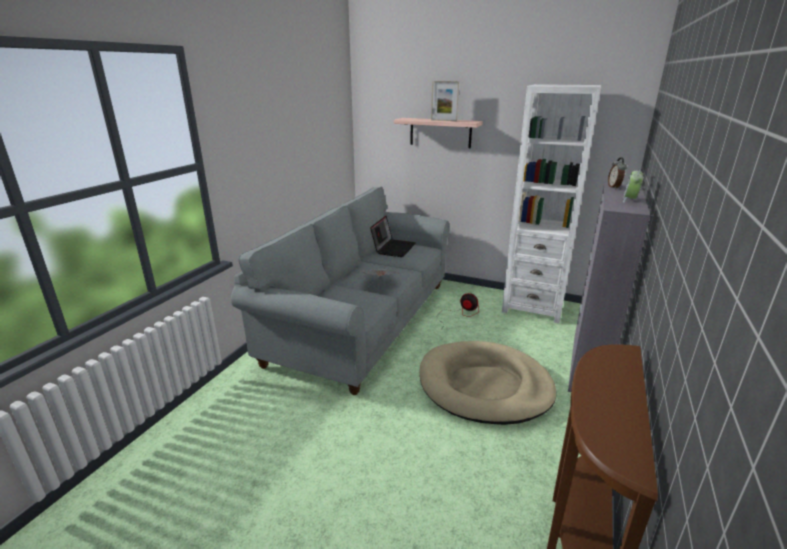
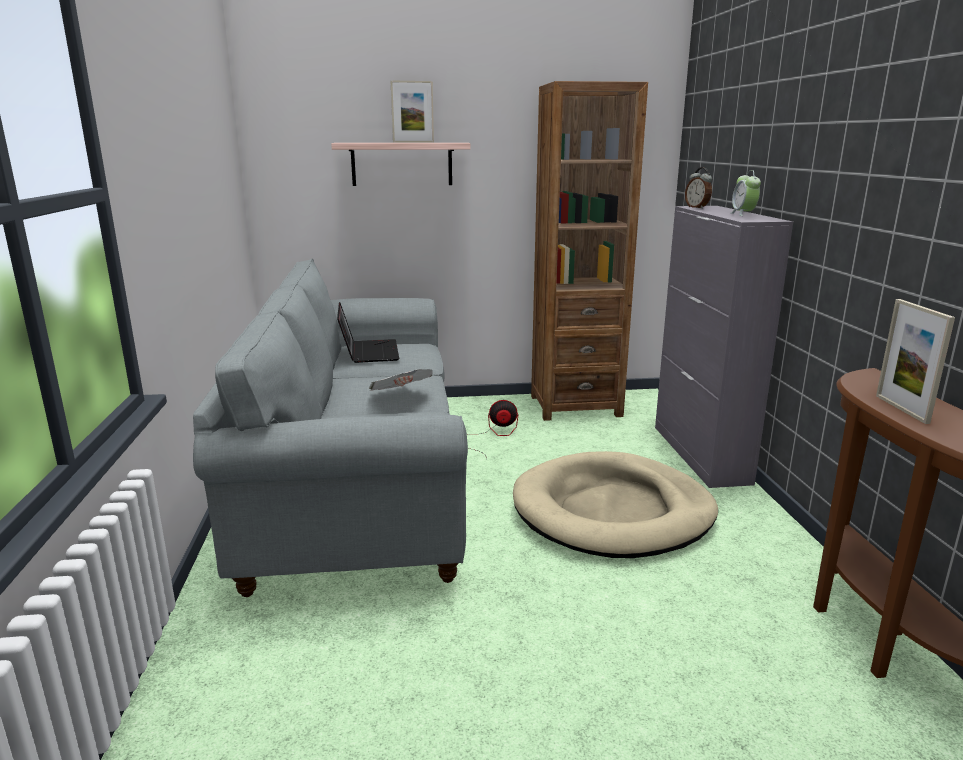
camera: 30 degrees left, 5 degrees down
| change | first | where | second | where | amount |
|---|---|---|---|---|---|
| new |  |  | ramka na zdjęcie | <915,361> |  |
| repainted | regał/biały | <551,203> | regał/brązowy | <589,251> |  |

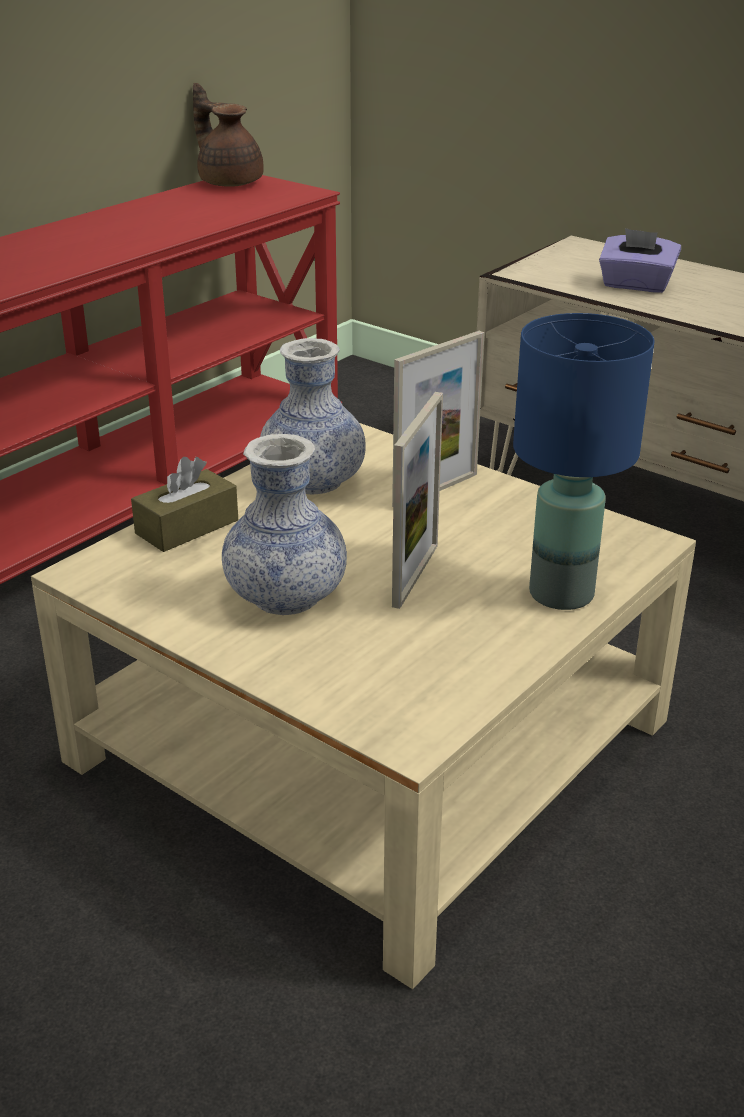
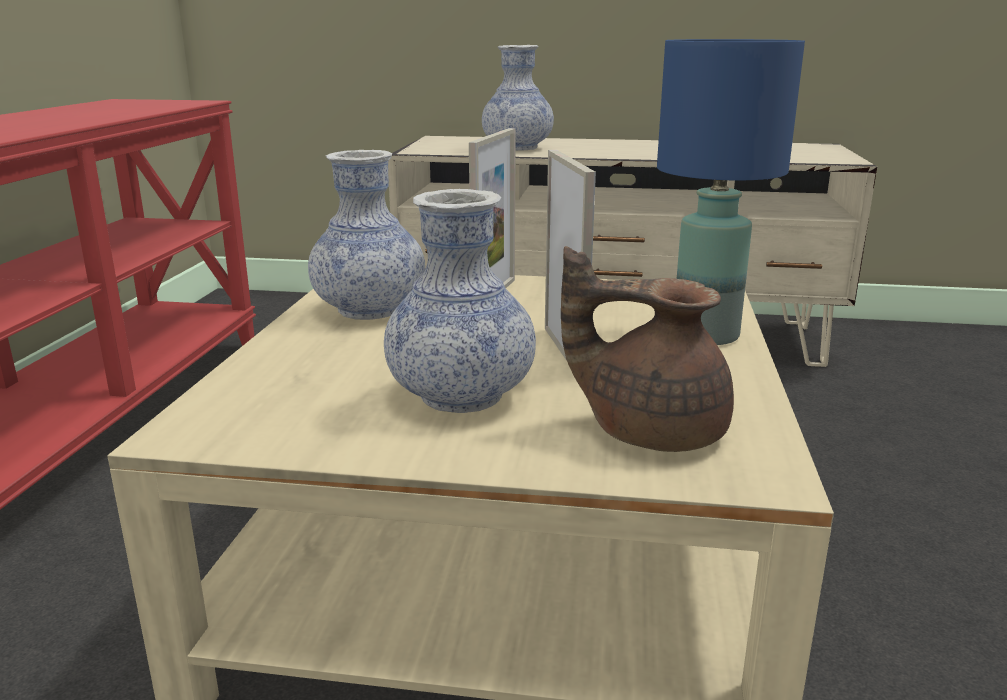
camera: 30 degrees left, 10 degrees down
| change | first | where | second | where | amount |
|---|---|---|---|---|---|
| gone | pudełko chusteczek/brązowy | <184,504> |  |  |  |
| shifted | imbryk/brązowy | <228,135> |  | <647,349> |  |
| swapped | pudełko chusteczek/fioletowy | <640,260> | wazon | <518,98> |  |

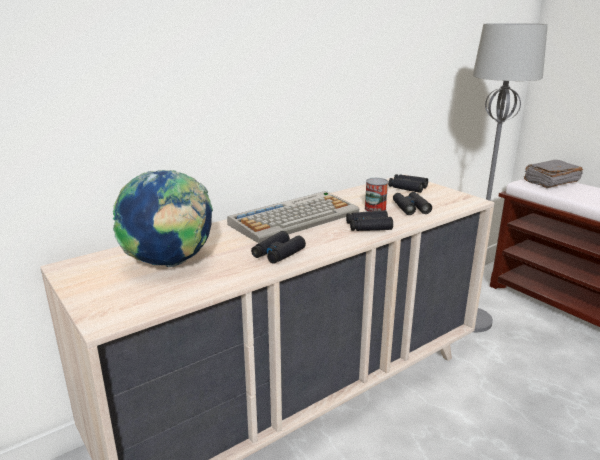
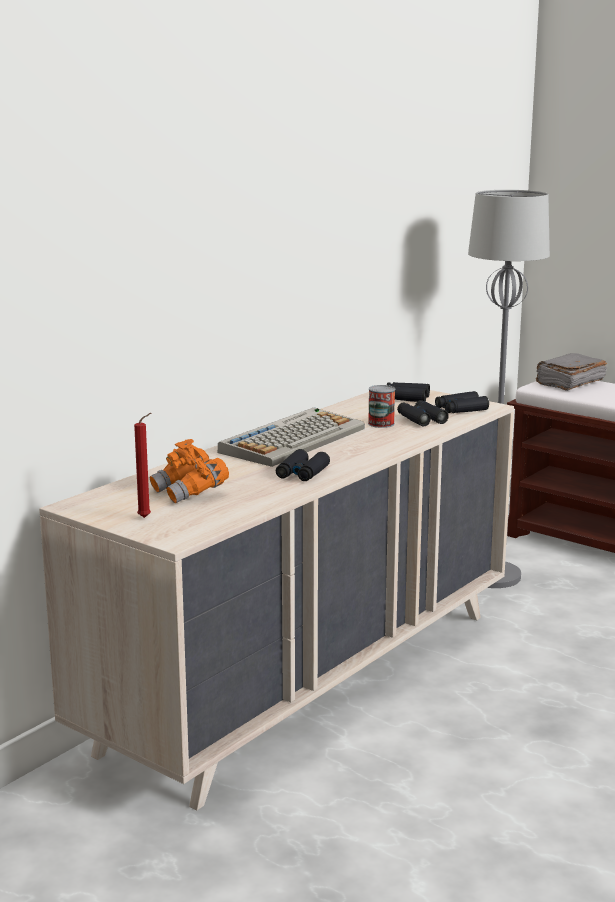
camera: 15 degrees left, 5 degrees down
| change | first | where | second | where | amount |
|---|---|---|---|---|---|
| new |  |  | świeca/czerwony | <142,465> |  |
| shifted | lornetka/czarny | <369,220> |  | <462,402> |  |
| swapped | globus | <163,218> | lornetka/pomarańczowy | <189,471> |  |

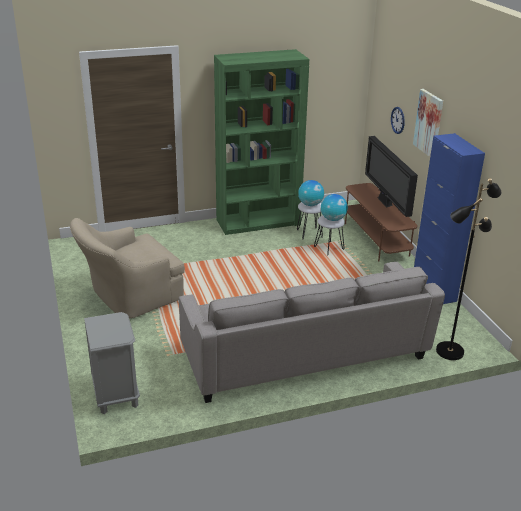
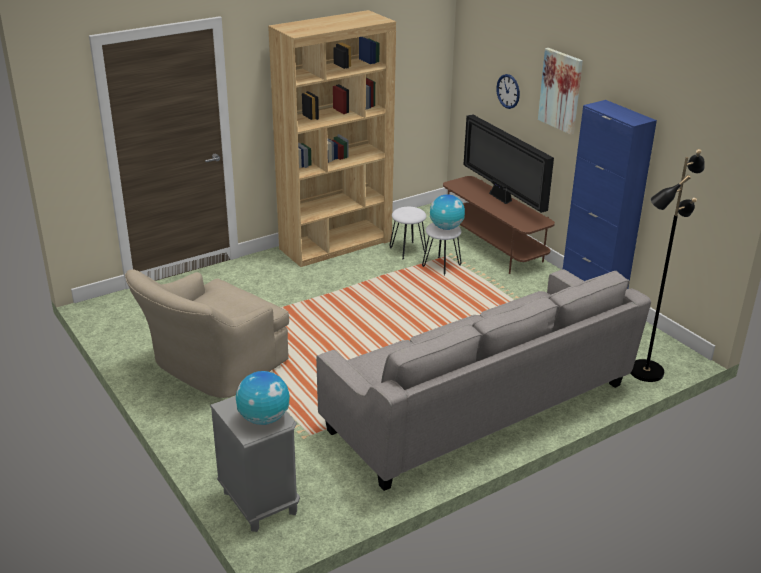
camera: 15 degrees left, 0 degrees up
| change | first | where | second | where | amount |
|---|---|---|---|---|---|
| shifted | globus | <311,193> |  | <263,398> |  |
| repainted | regał/zielony | <261,142> | regał/brązowy | <332,138> |  |

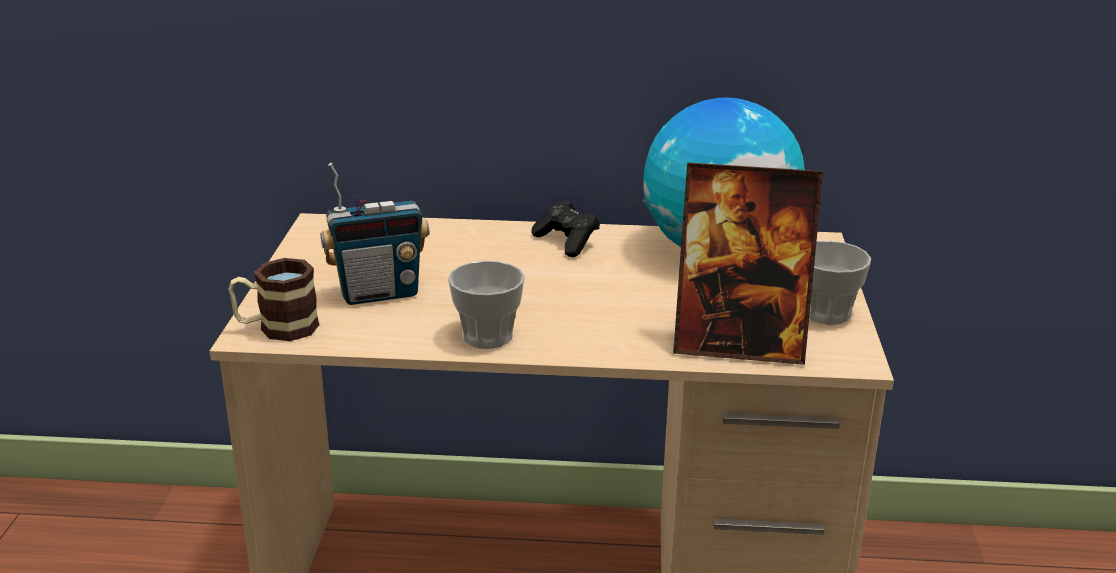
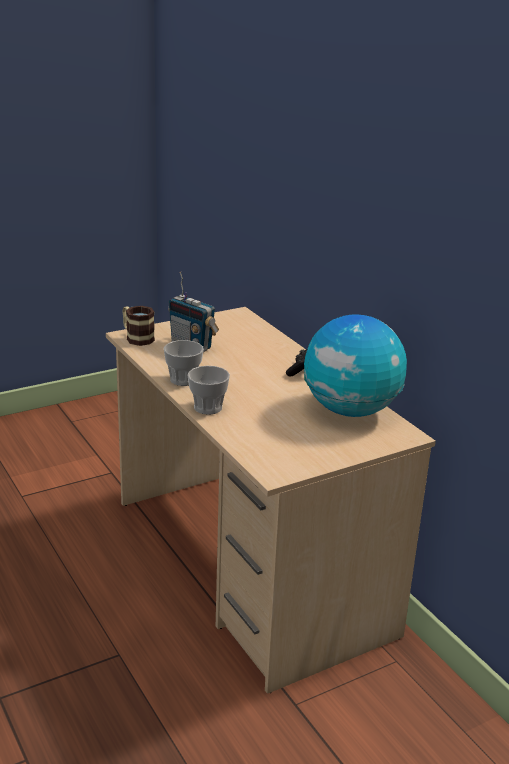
camera: 55 degrees right, 0 degrees up
| change | first | where | second | where | amount |
|---|---|---|---|---|---|
| gone | ramka na zdjęcie | <748,263> |  |  |  |
| shifted | filiżanka | <840,282> |  | <208,390> |  |

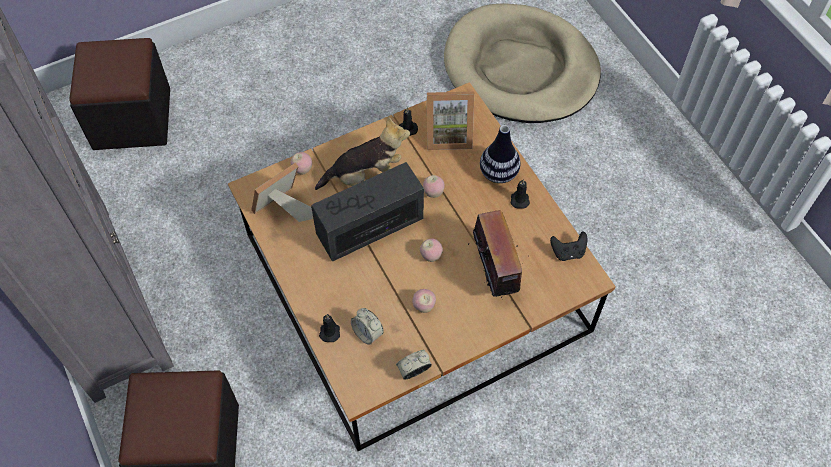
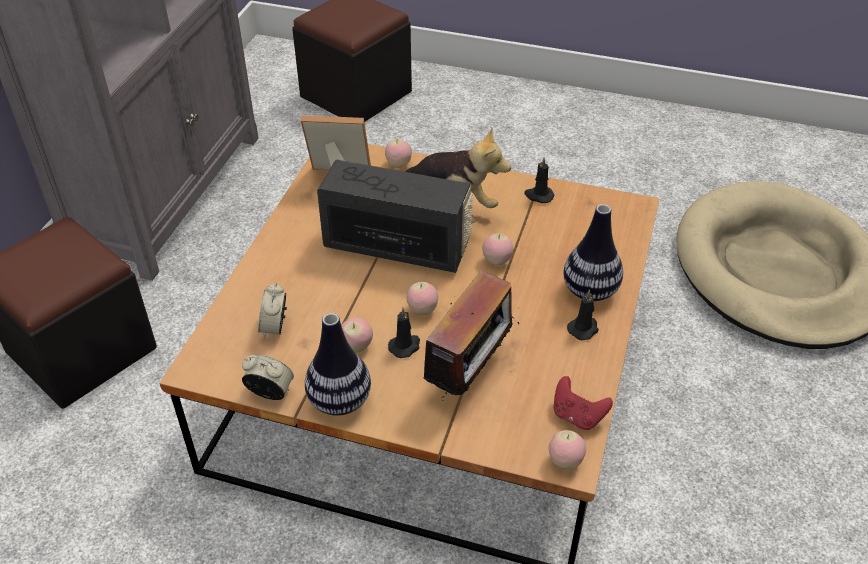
camera: 45 degrees right, 15 degrees down
| change | first | where | second | where | amount |
|---|---|---|---|---|---|
| gone | ramka na zdjęcie | <450,120> |  |  |  |
| new |  |  | wazon | <338,364> |  |
| new |  |  | jabłko | <567,449> |  |
| shifted | świeca/czarny | <329,328> |  | <404,332> |  |
| repainted | pad do gier/czarny | <568,246> | pad do gier/czerwony | <583,403> |  |

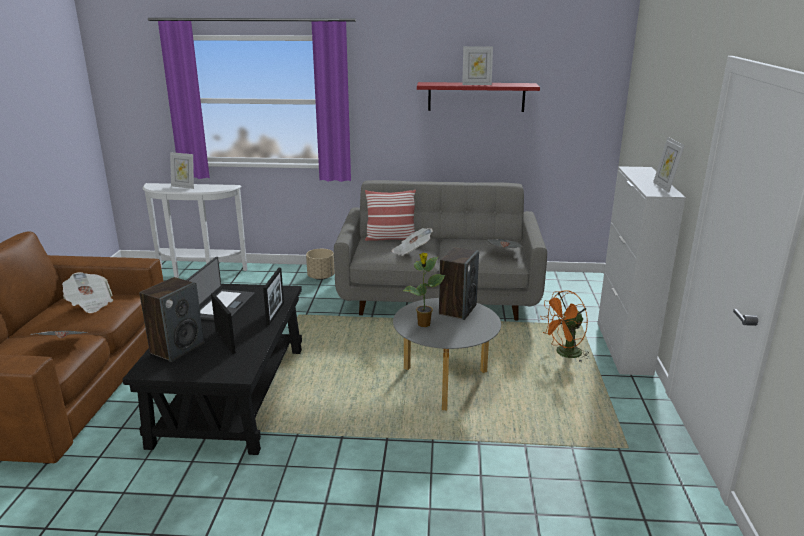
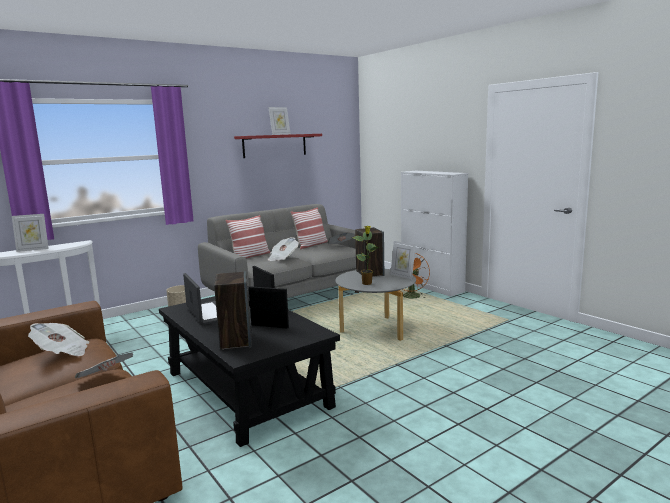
camera: 40 degrees left, 10 degrees down
| change | first | where | second | where | amount |
|---|---|---|---|---|---|
| new |  |  | poduszka | <309,228> |  |
| shifted | ramka na zdjęcie | <669,165> |  | <403,260> |  |

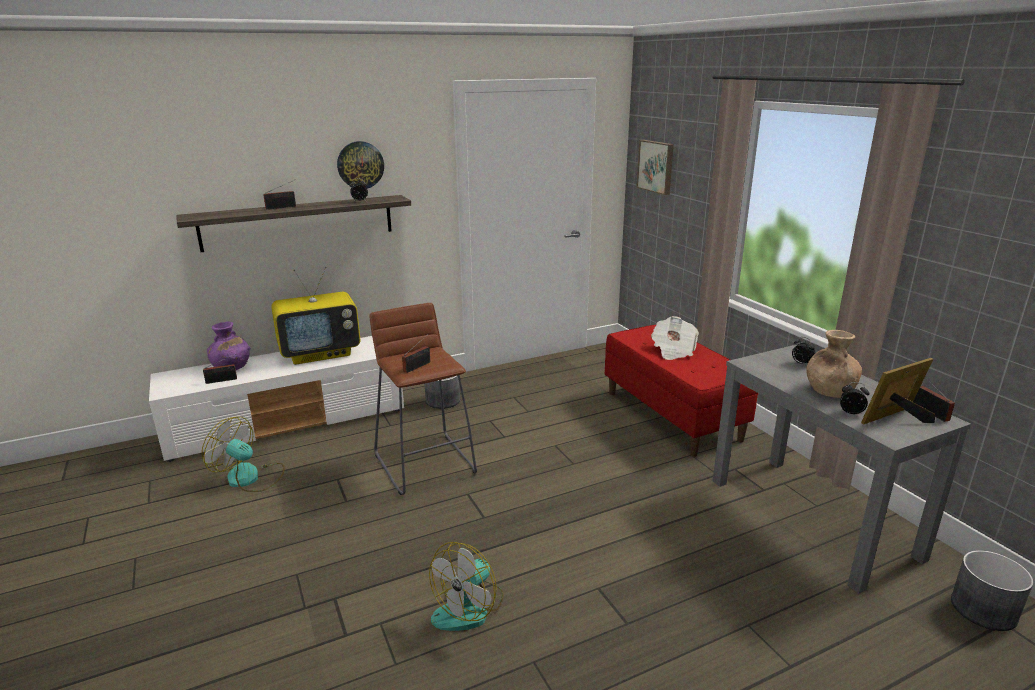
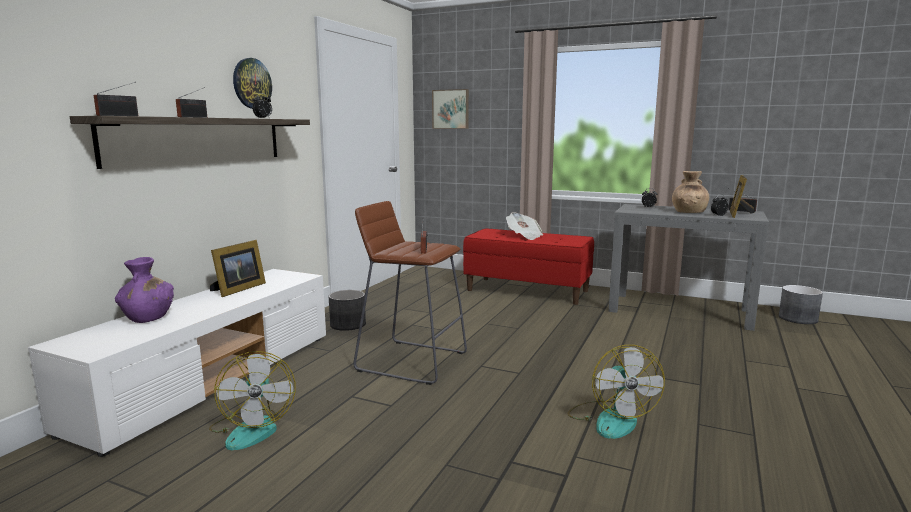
camera: 40 degrees left, 10 degrees down
| change | first | where | second | where | amount |
|---|---|---|---|---|---|
| shifted | radio | <220,369> |  | <116,99> |  |
| swapped | telewizor | <315,316> | ramka na zdjęcie | <238,268> |  |
| rotated | wentylator | <243,454> |  | <252,400> | 90 degrees counterclockwise |

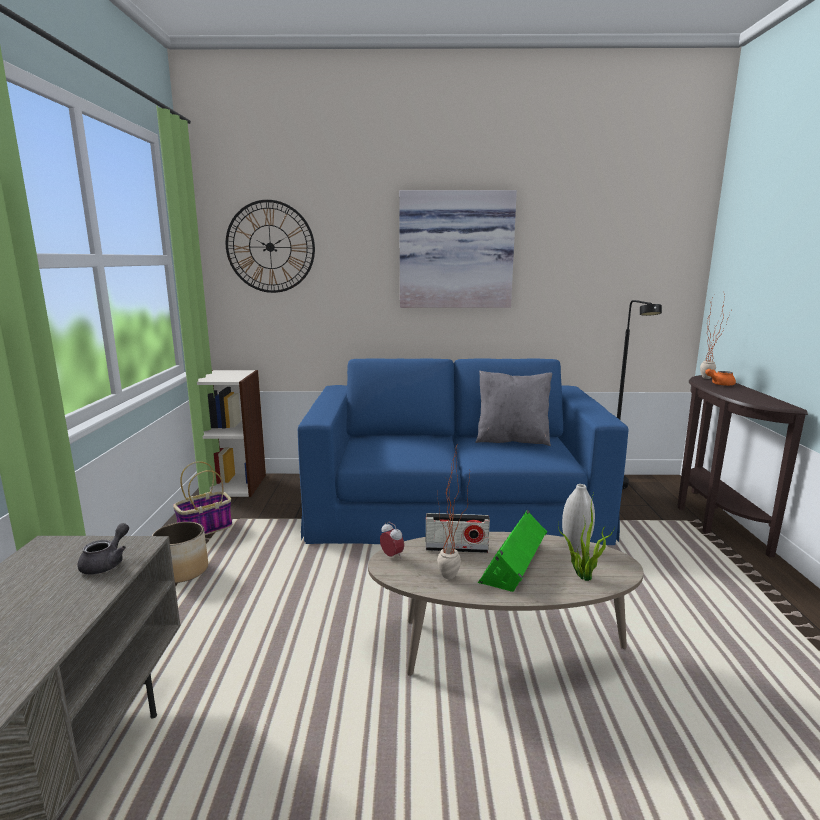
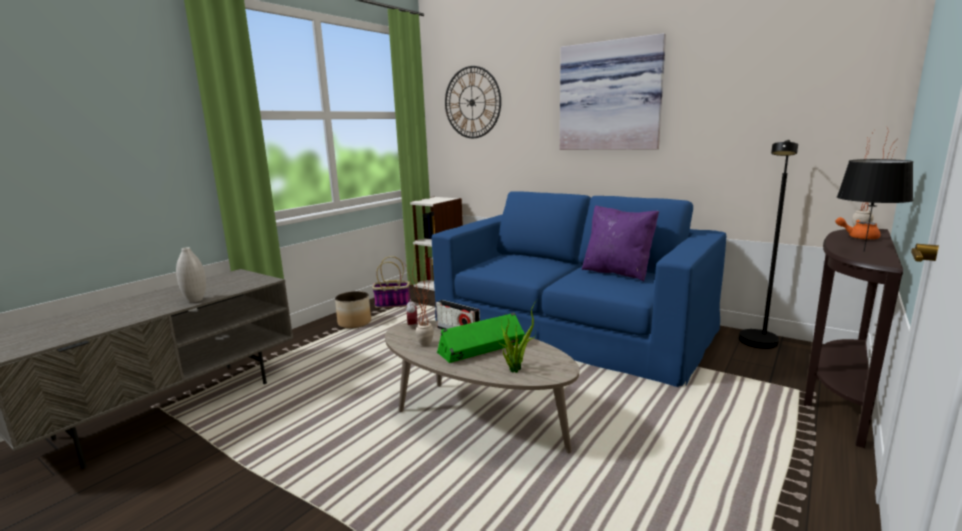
camera: 35 degrees right, 0 degrees up
| change | first | where | second | where | amount |
|---|---|---|---|---|---|
| gone | imbryk/szary | <103,548> |  |  |  |
| new |  |  | lampa stołowa/czarny | <875,205> |  |
| shifted | wazon/biały | <578,517> |  | <191,274> |  |
| repainted | poduszka/szary | <513,408> | poduszka/fioletowy | <620,243> |  |

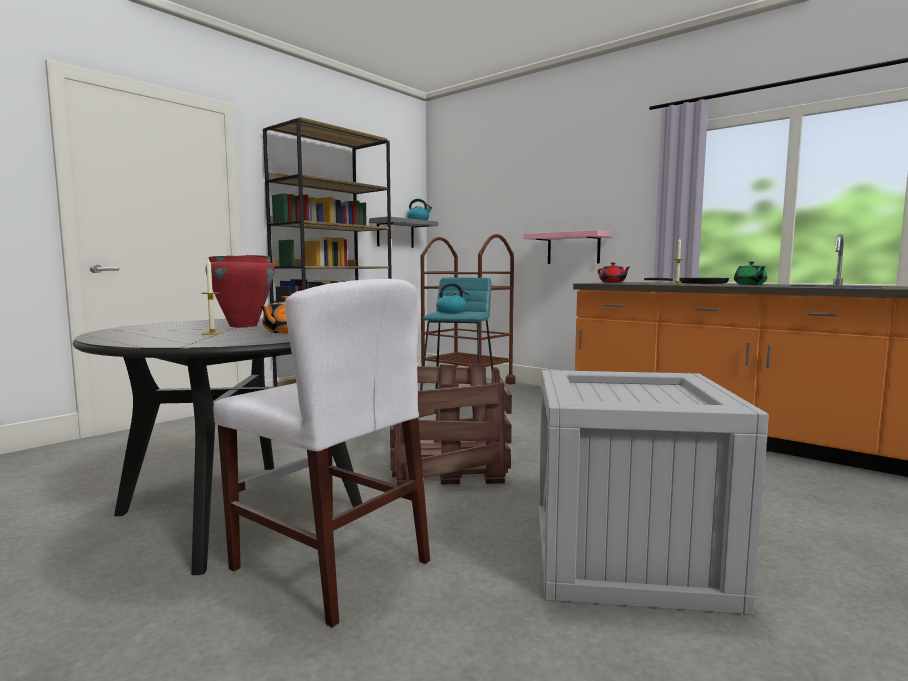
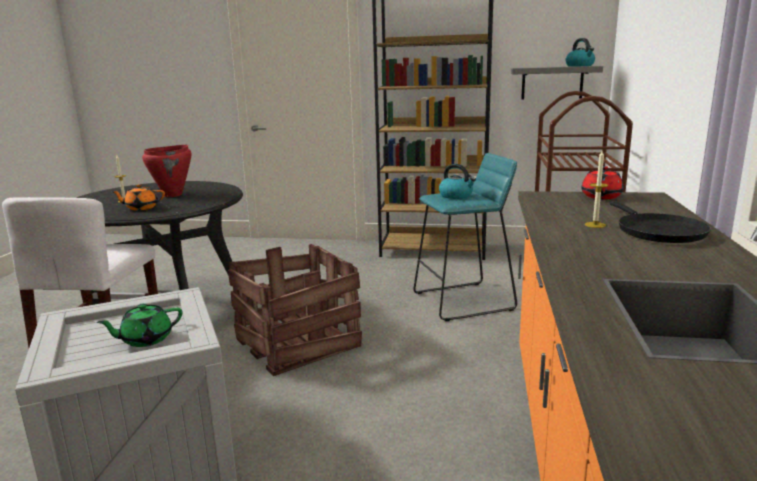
camera: 60 degrees right, 10 degrees up
| change | first | where | second | where | amount |
|---|---|---|---|---|---|
| gone | półka/różowy | <567,247> |  |  |  |
| shifted | imbryk/zielony | <750,273> |  | <139,325> |  |

